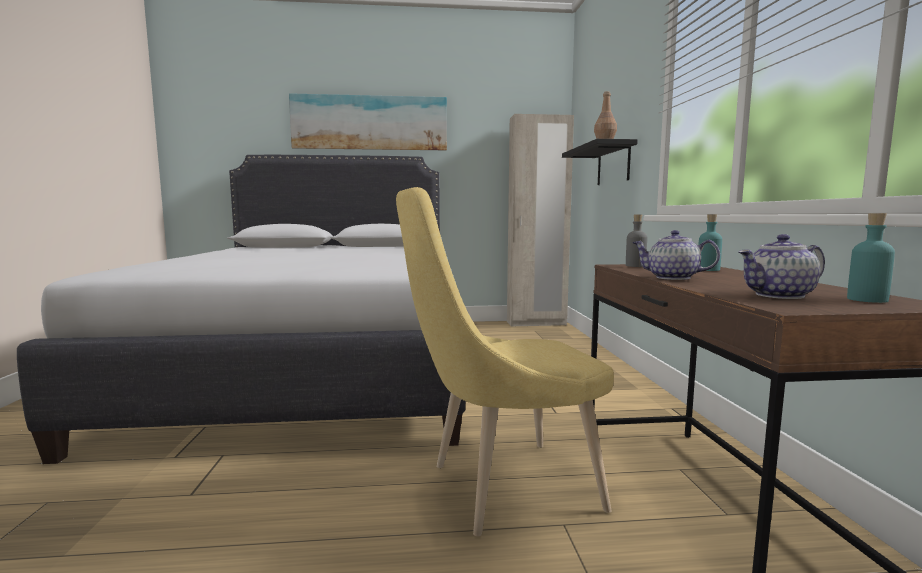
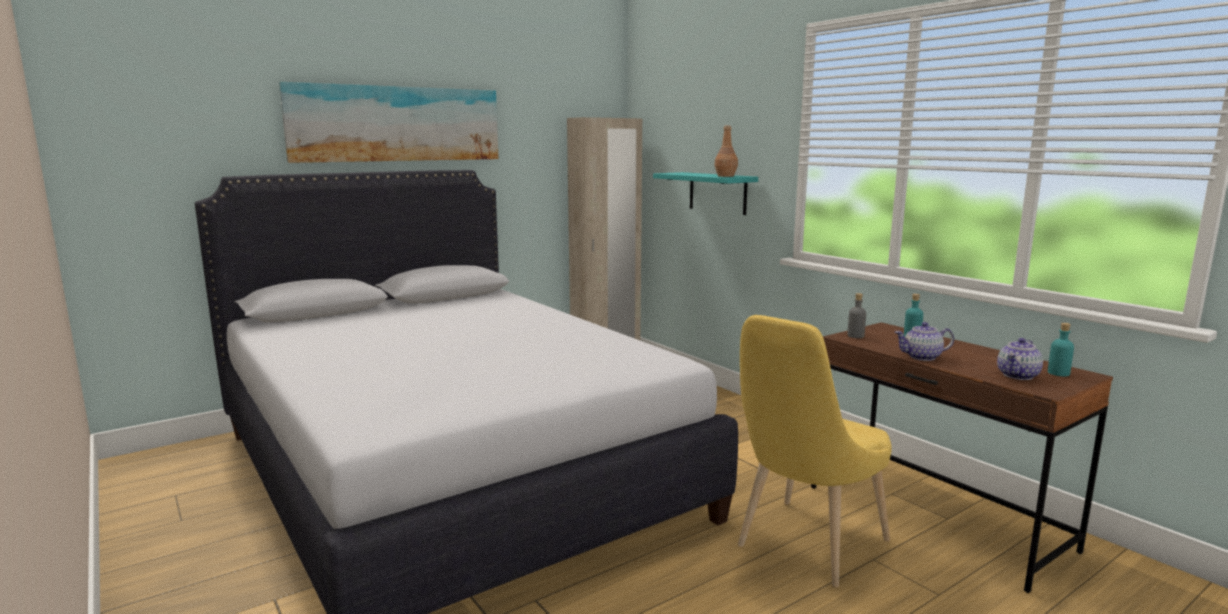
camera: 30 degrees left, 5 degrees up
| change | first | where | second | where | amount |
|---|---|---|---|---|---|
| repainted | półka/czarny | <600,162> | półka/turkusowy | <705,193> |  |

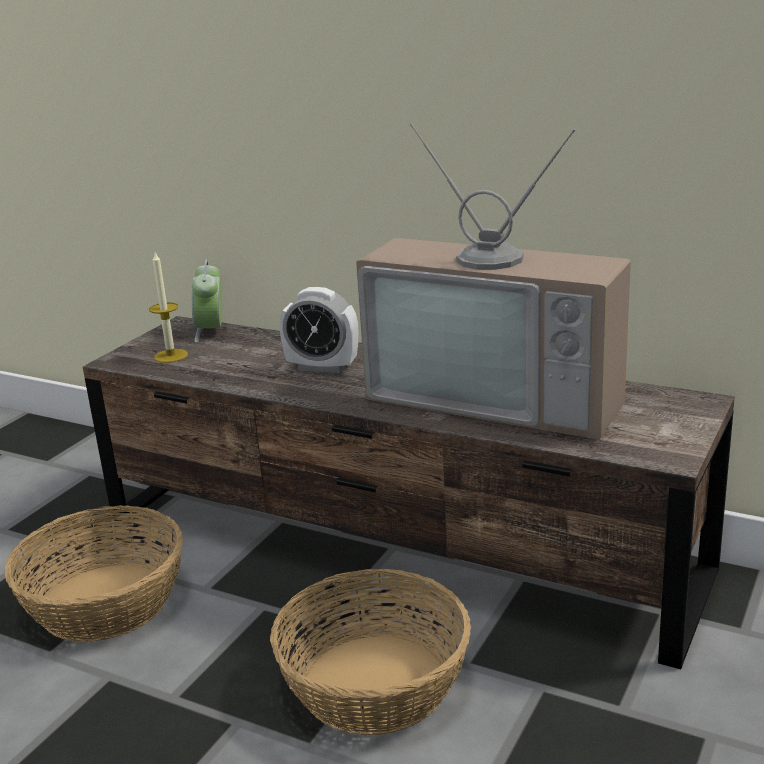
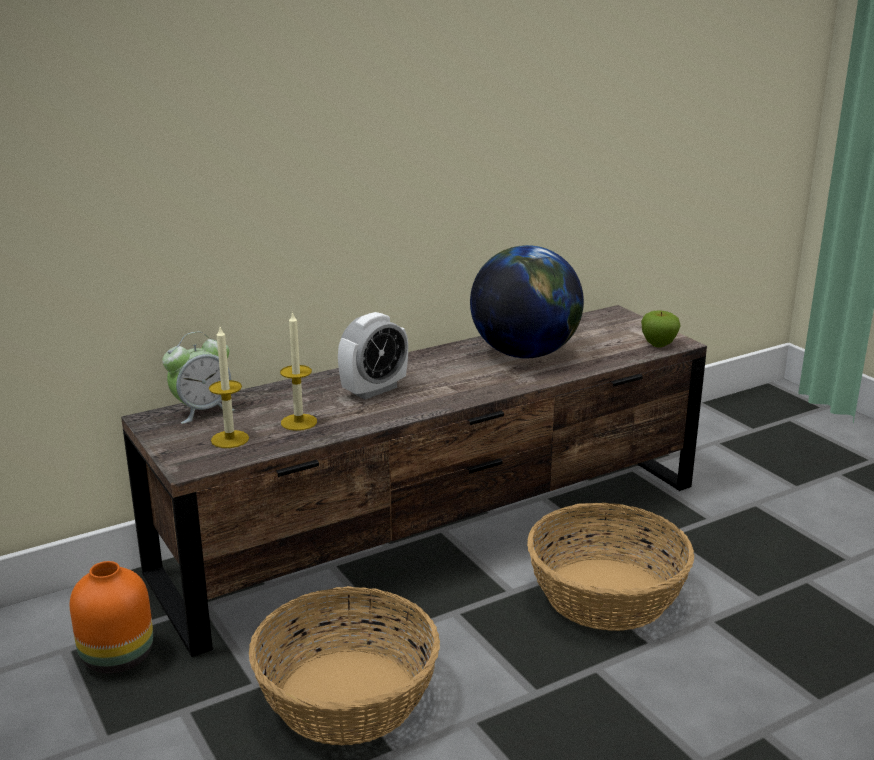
camera: 60 degrees left, 0 degrees up
| change | first | where | second | where | amount |
|---|---|---|---|---|---|
| new |  |  | wazon/pomarańczowy | <111,617> |  |
| new |  |  | świeca | <298,371> |  |
| new |  |  | jabłko | <661,329> |  |
| swapped | telewizor | <493,281> | globus | <527,301> |  |
| rotated | budzik | <207,300> |  | <198,377> | 60 degrees counterclockwise |

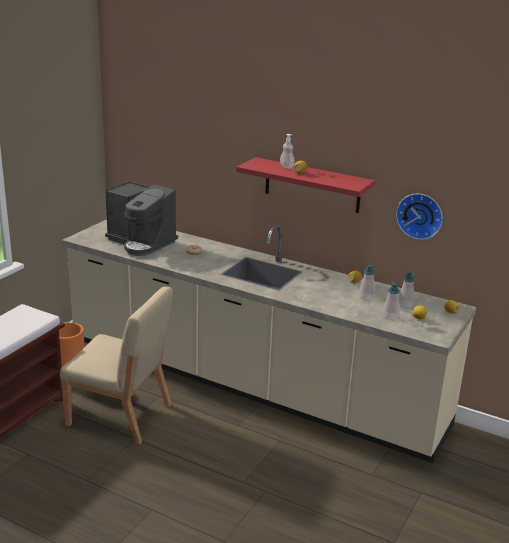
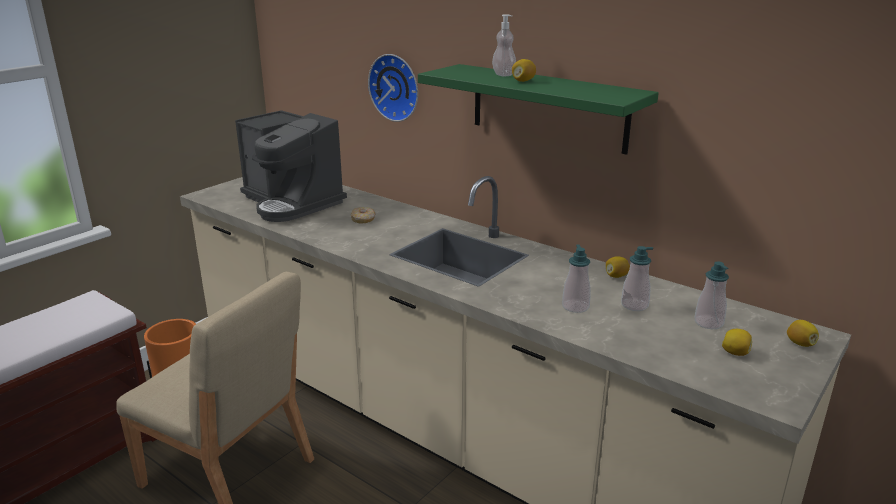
camera: 10 degrees right, 0 degrees up
| change | first | where | second | where | amount |
|---|---|---|---|---|---|
| shifted | dozownik mydła | <391,300> |  | <576,279> |  |
| shifted | zegar ścienny | <419,217> |  | <393,88> |  |
| repainted | półka/czerwony | <305,185> | półka/zielony | <538,109> |  |

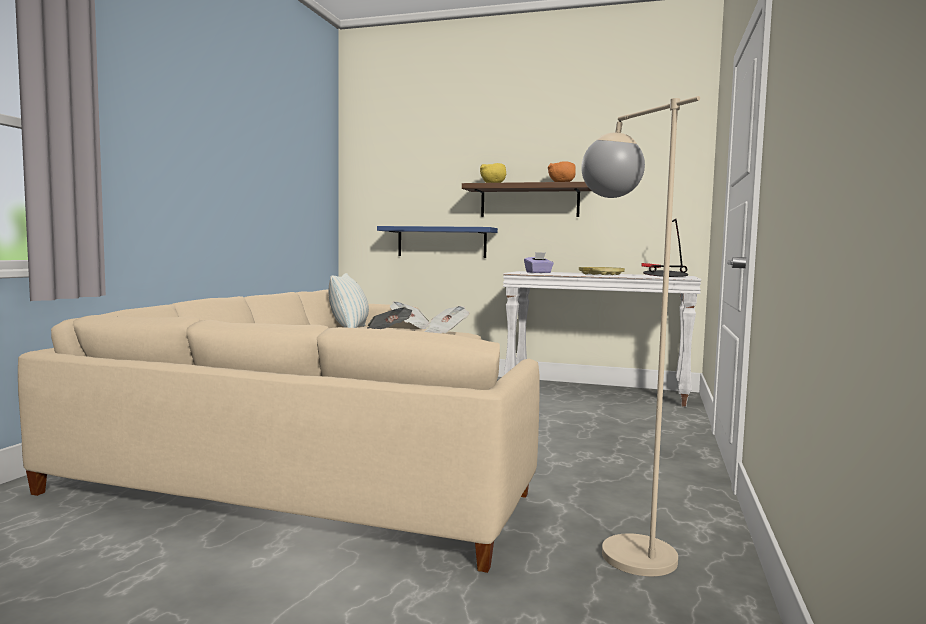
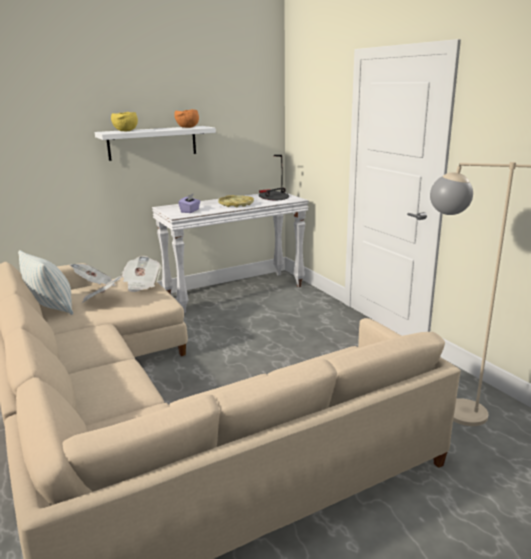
camera: 45 degrees left, 15 degrees up
| change | first | where | second | where | amount |
|---|---|---|---|---|---|
| gone | półka/niebieski | <437,242> |  |  |  |
| repainted | półka/brązowy | <526,199> | półka/biały | <155,143> |  |

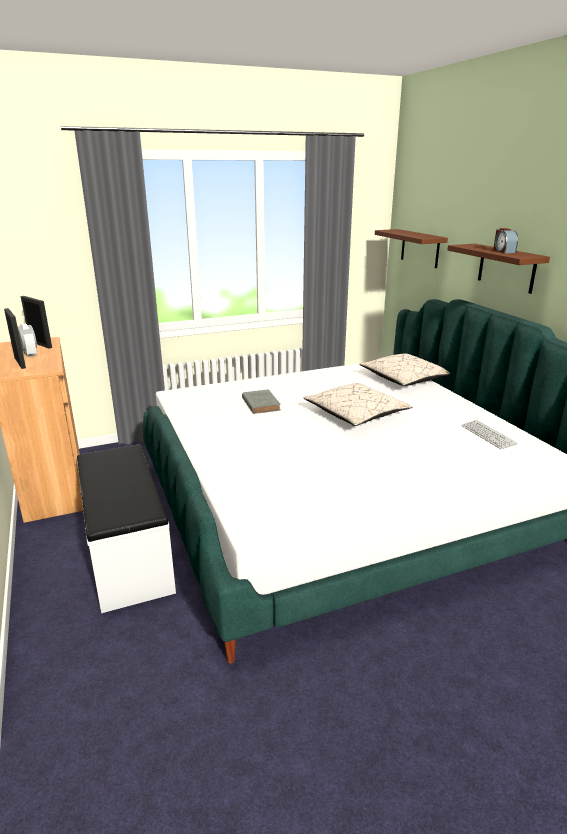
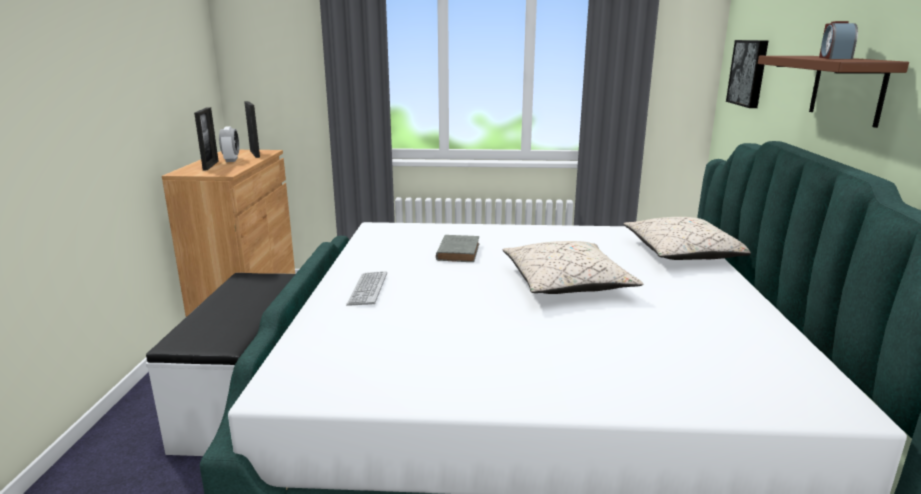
camera: 25 degrees right, 5 degrees down
| change | first | where | second | where | amount |
|---|---|---|---|---|---|
| shifted | klawiatura | <489,434> |  | <366,288> |  |
| swapped | półka/brązowy | <411,248> | obraz | <747,74> |  |

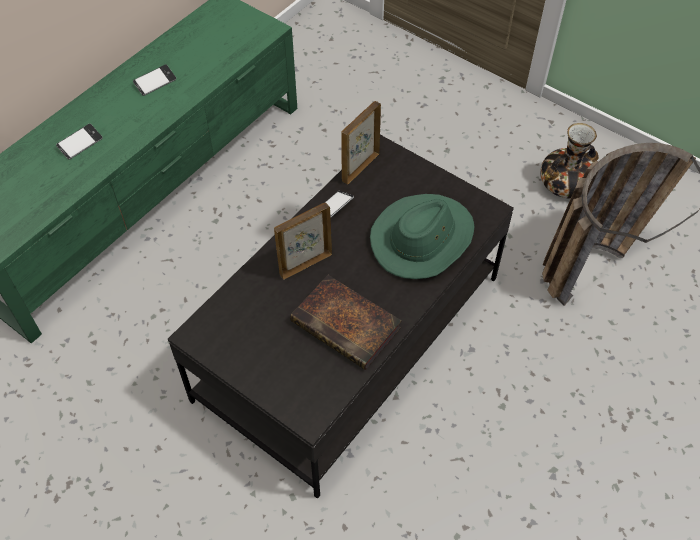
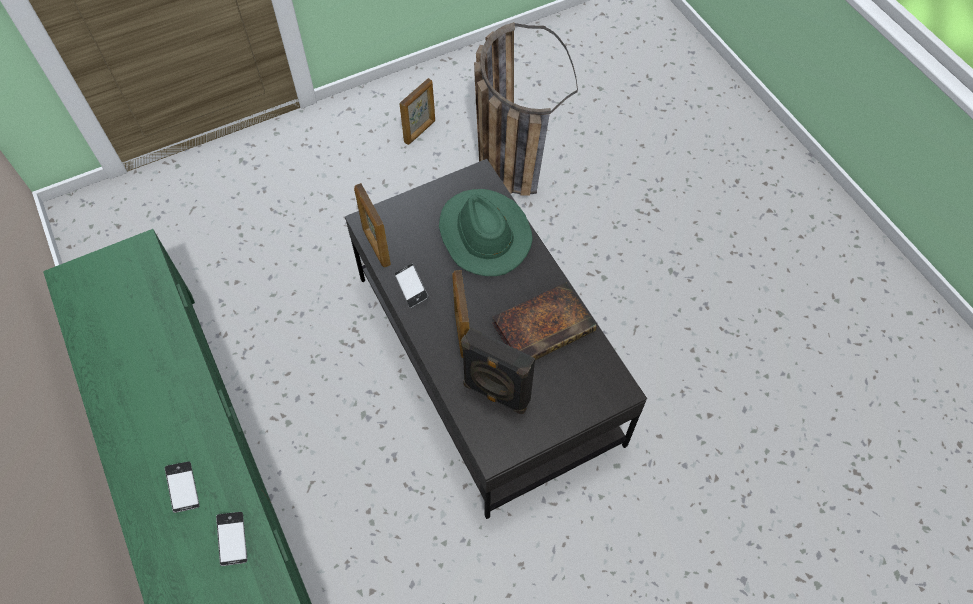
camera: 65 degrees left, 5 degrees up
| change | first | where | second | where | amount |
|---|---|---|---|---|---|
| new |  |  | głośnik/czarny | <498,370> |  |
| shifted | telefon | <154,80> |  | <231,539> |  |
| swapped | wazon | <569,161> | ramka na zdjęcie | <417,111> |  |

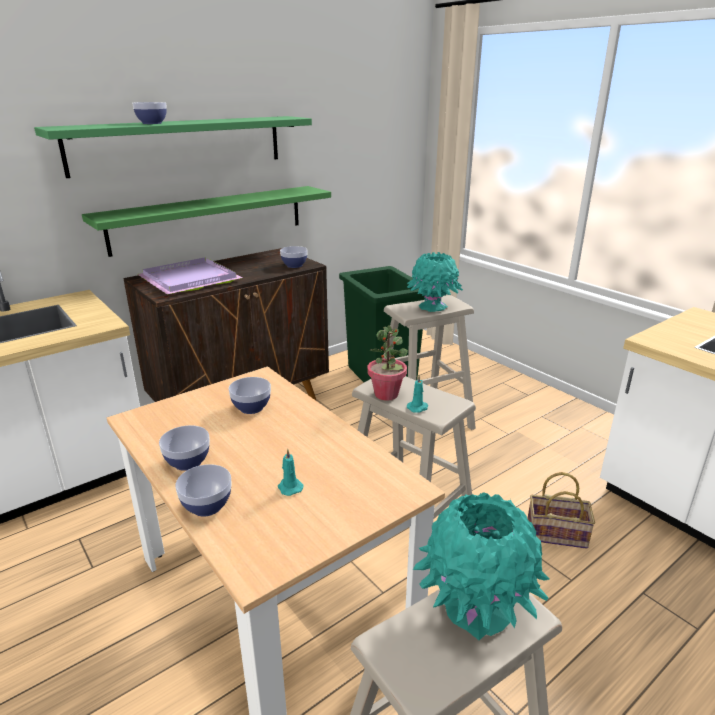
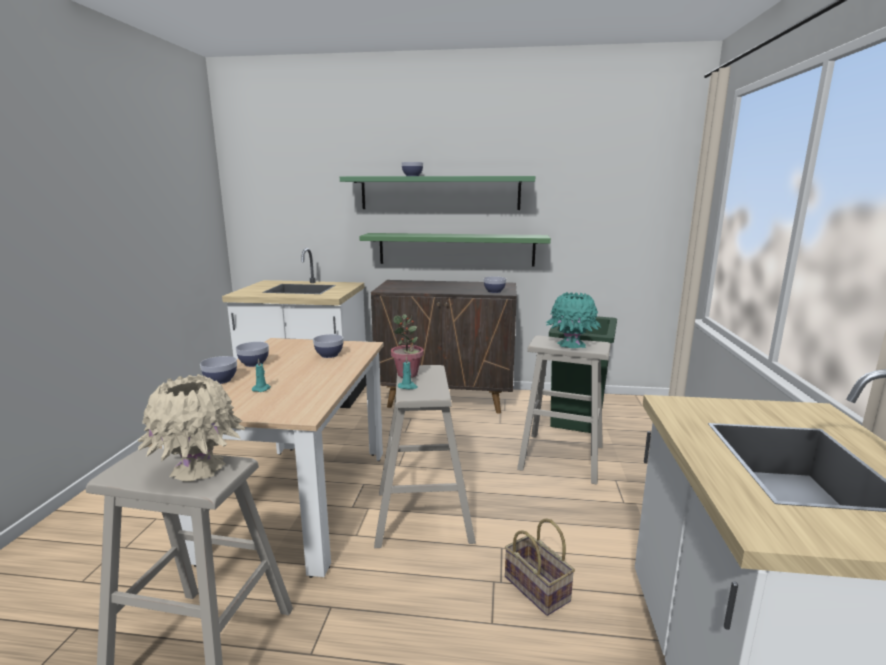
camera: 45 degrees right, 10 degrees down
| change | first | where | second | where | amount |
|---|---|---|---|---|---|
| gone | taca/fioletowy | <189,276> |  |  |  |
| repainted | wazon/turkusowy | <481,566> | wazon/beżowy | <191,428> |  |

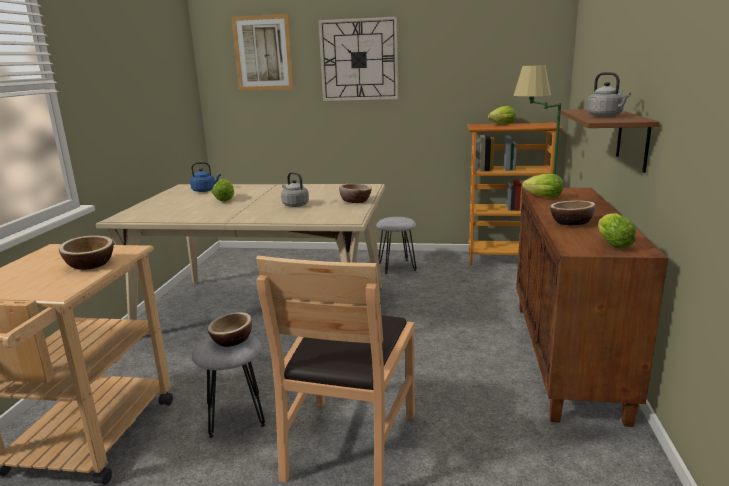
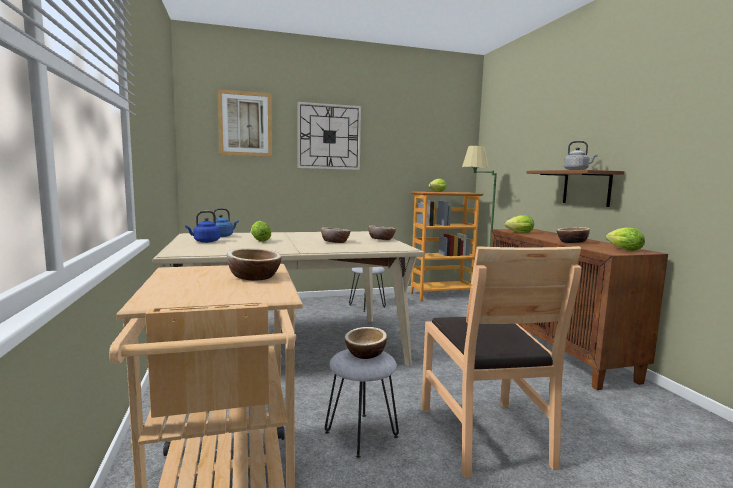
camera: 25 degrees left, 10 degrees down
| change | first | where | second | where | amount |
|---|---|---|---|---|---|
| new |  |  | czajnik/niebieski | <202,227> |  |
| swapped | czajnik/szary | <295,189> | miska | <335,235> |  |

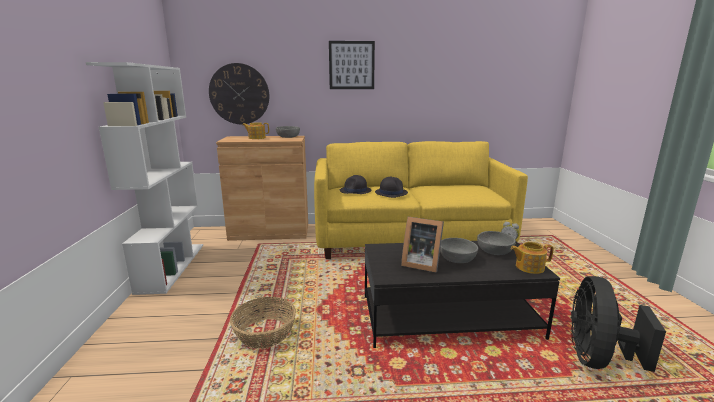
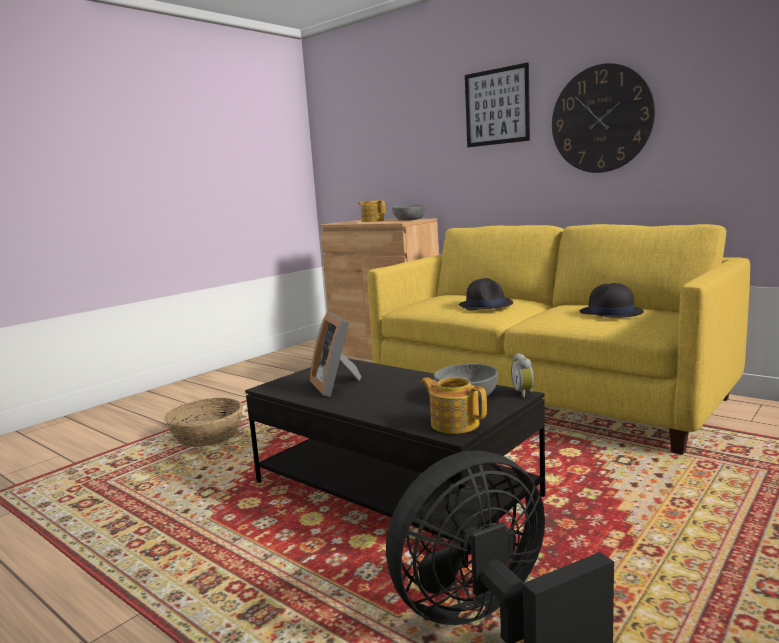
camera: 45 degrees right, 5 degrees down
| change | first | where | second | where | amount |
|---|---|---|---|---|---|
| gone | regał/biały | <144,178> |  |  |  |
| gone | miska/szary | <459,250> |  |  |  |
| shifted | zegar ścienny | <239,93> |  | <603,118> |  |
| shifted | kapelusz/czarny | <356,184> |  | <612,300> |  |

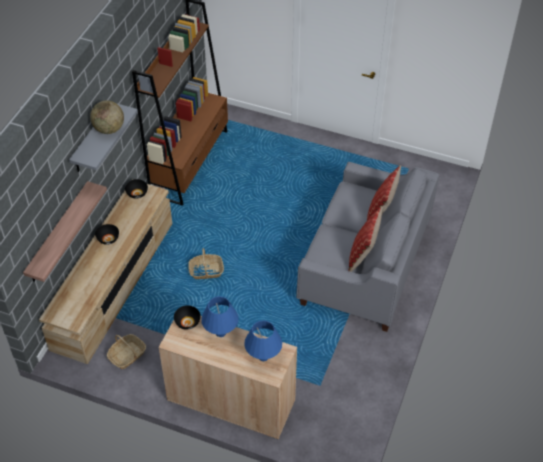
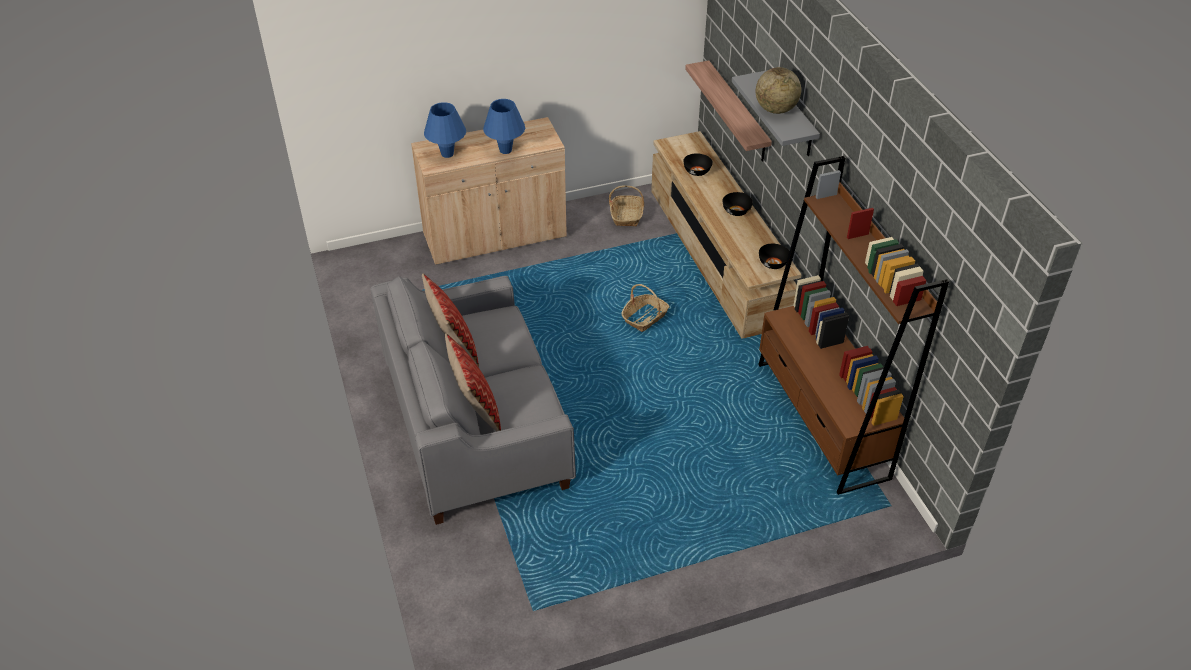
camera: 140 degrees right, 5 degrees down
| change | first | where | second | where | amount |
|---|---|---|---|---|---|
| shifted | miska/czarny | <187,317> |  | <698,164> |  |

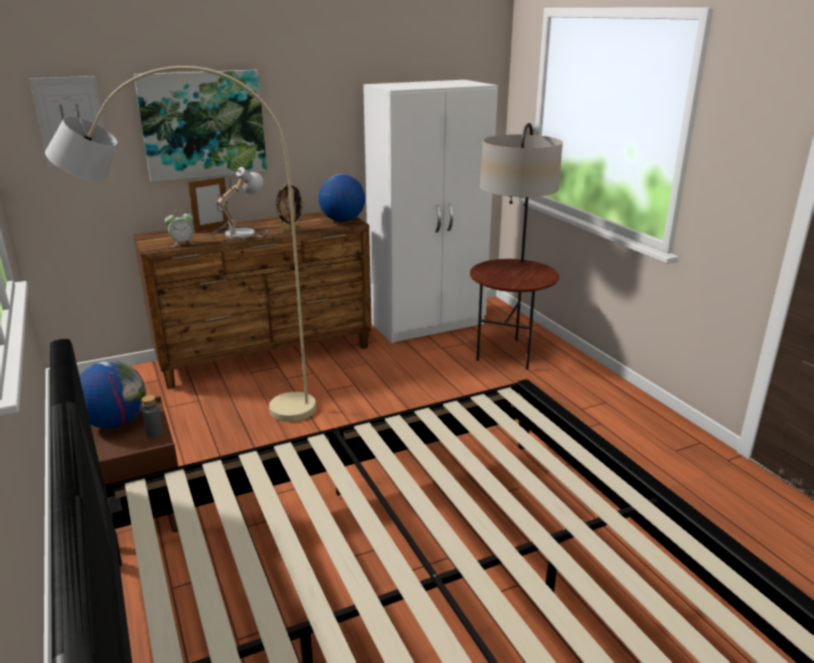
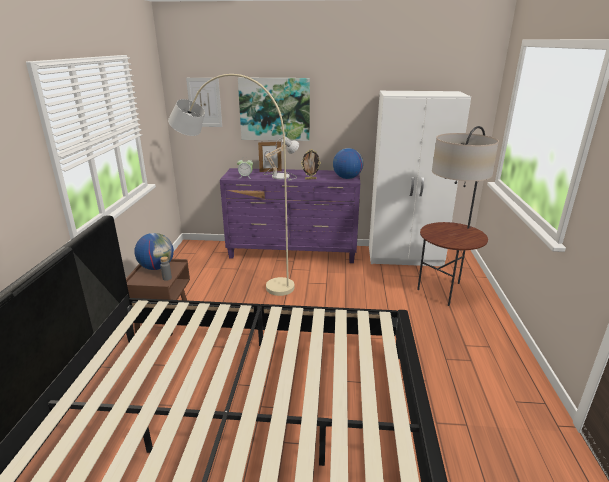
camera: 30 degrees right, 0 degrees up
| change | first | where | second | where | amount |
|---|---|---|---|---|---|
| repainted | komoda/brązowy | <253,300> | komoda/fioletowy | <290,215> |  |

